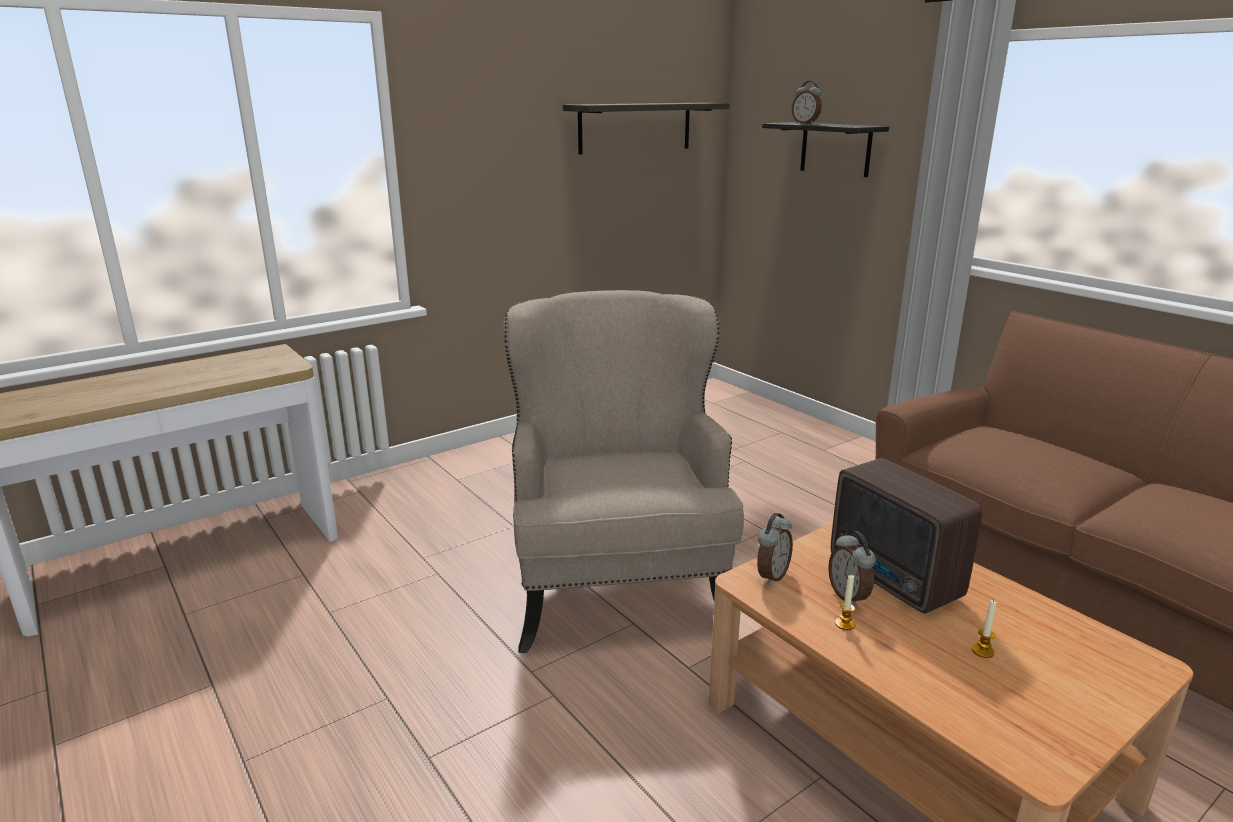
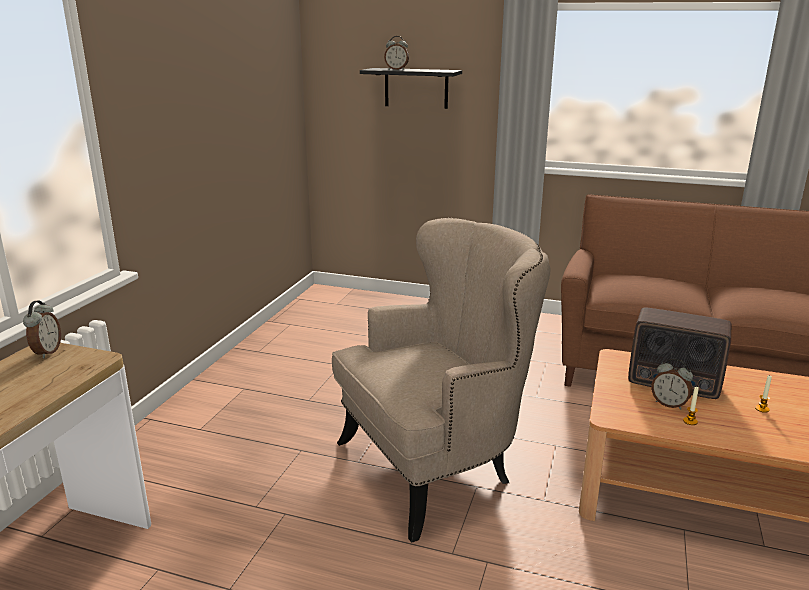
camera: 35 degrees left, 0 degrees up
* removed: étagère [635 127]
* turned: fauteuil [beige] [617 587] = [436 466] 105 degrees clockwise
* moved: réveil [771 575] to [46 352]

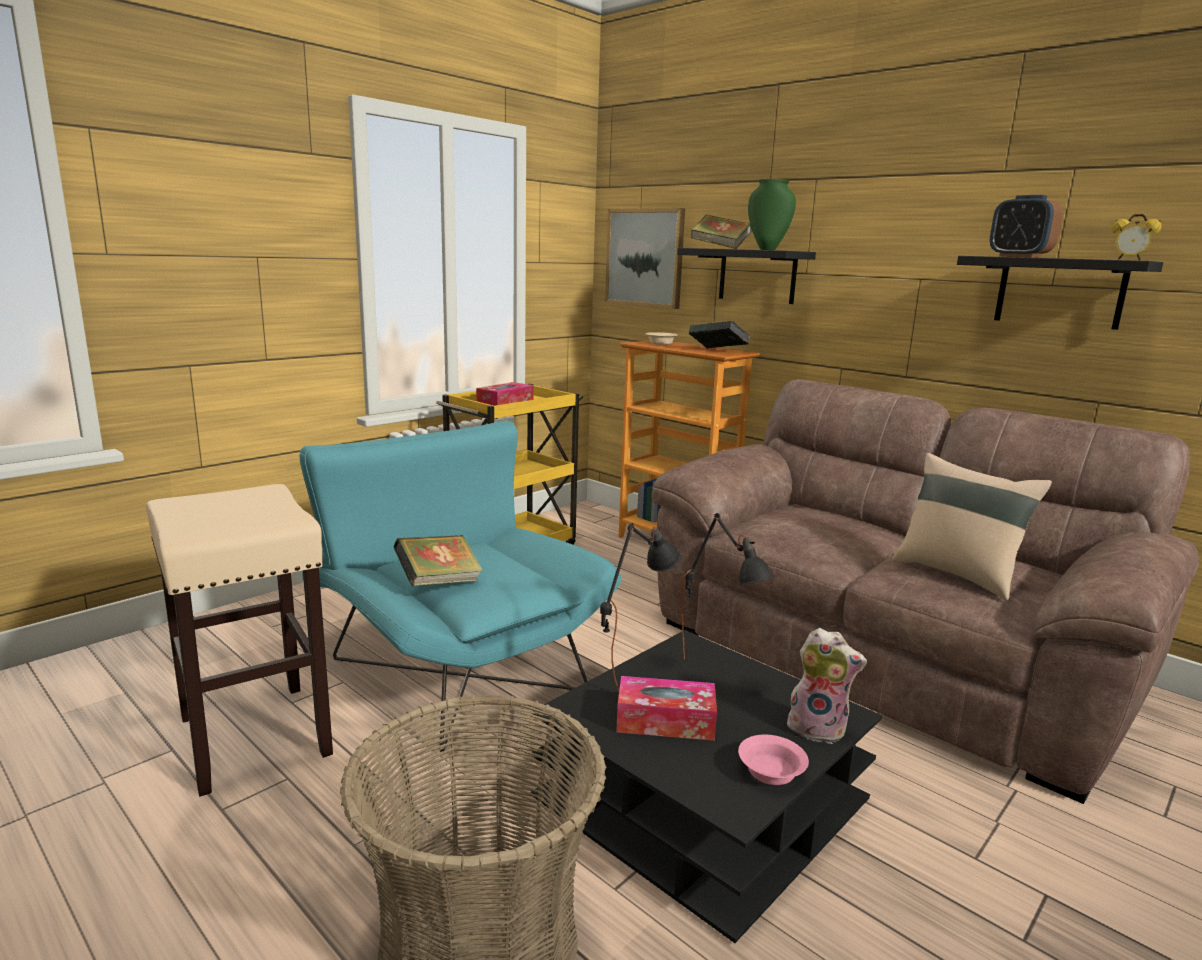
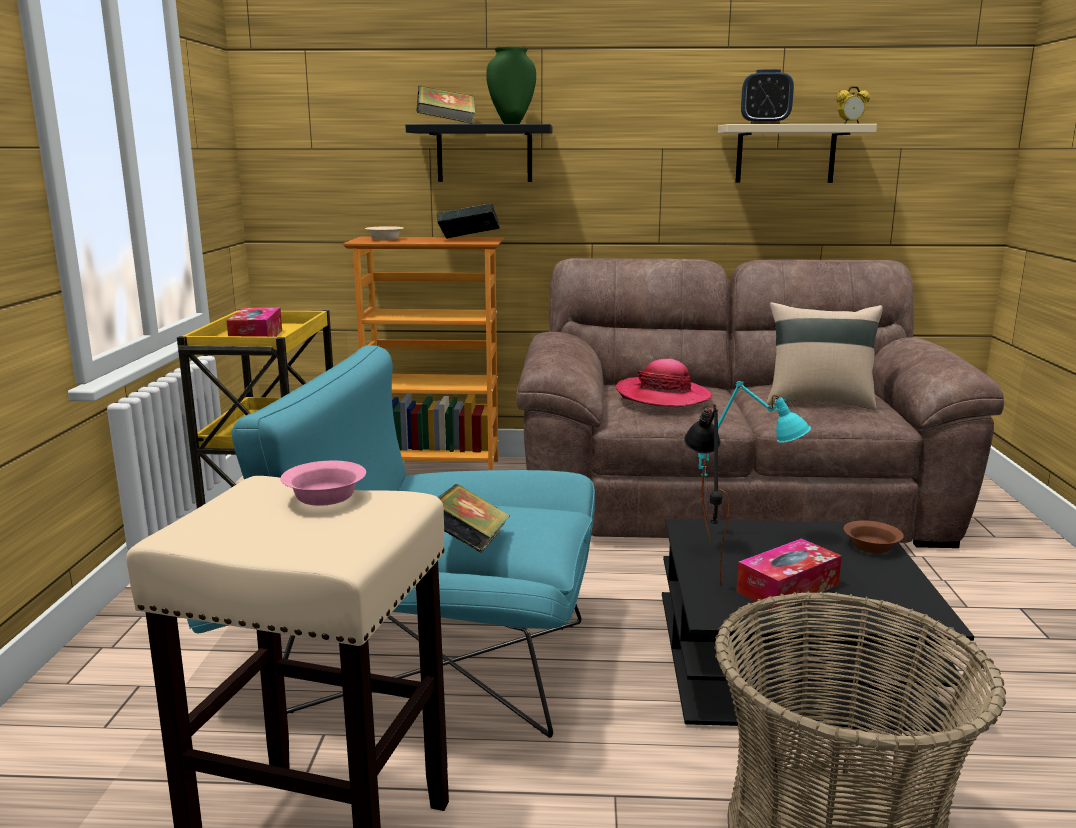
camera: 40 degrees left, 0 degrees up
* removed: tableau [645 258]
* recoloured: étagère [noir] [1059 292] to étagère [beige] [785 154]
* recoloured: lampe de table [noir] [718 670] to lampe de table [turquoise] [746 537]
* replaced: peluche [818 728] to bol [marron] [871 547]
* moved: bol [rose] [772 772] to [327 497]
* added: chapeau [663 396]

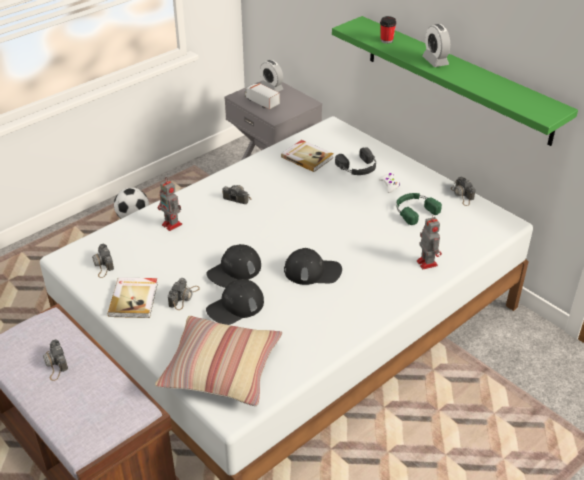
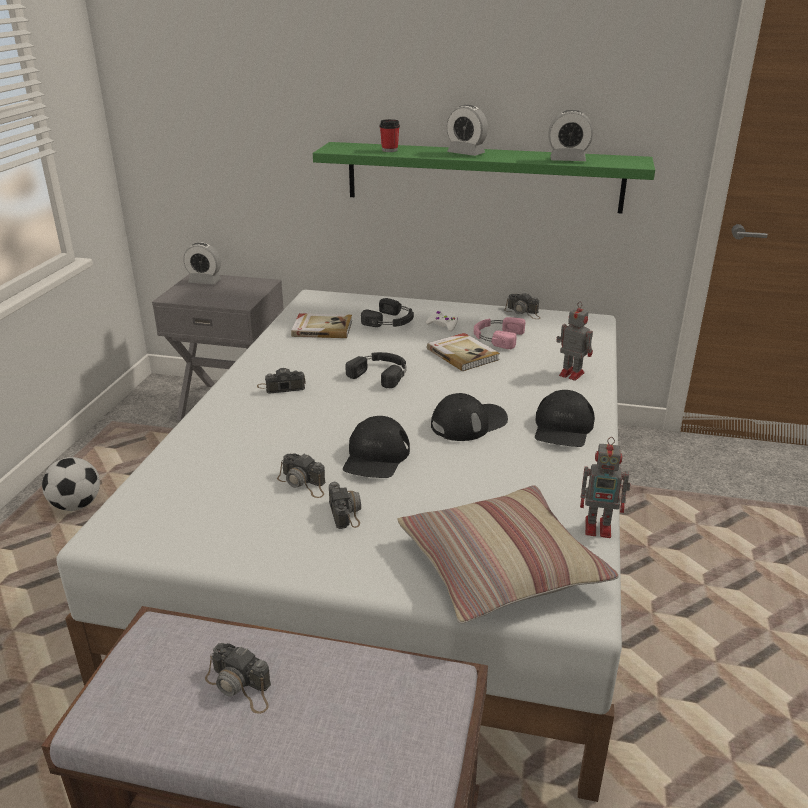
camera: 35 degrees left, 10 degrees down
* removed: camion jouet [261 102]
* moved: robot jouet [172 225] to [600 527]
* recoloured: casque audio [vert] [414 210] to casque audio [rose] [496 337]
* moved: appareil photo [103 265] to [303 483]
* moved: livre [134 299] to [463 354]
* moved: casquette [noir] [235 306] to [562 428]
* added: réveil [567 160]
* added: casque audio [noir] [381 373]

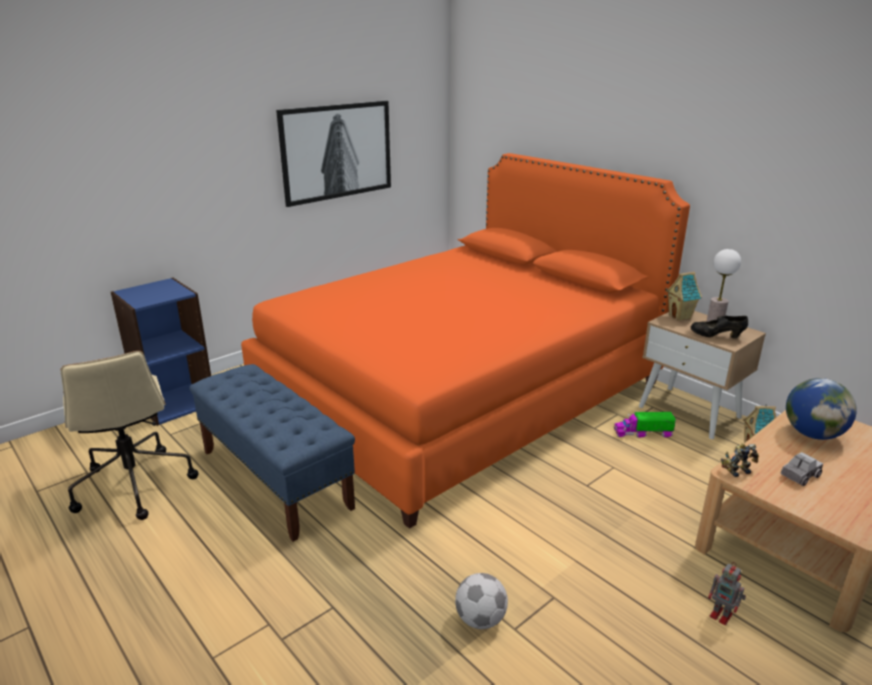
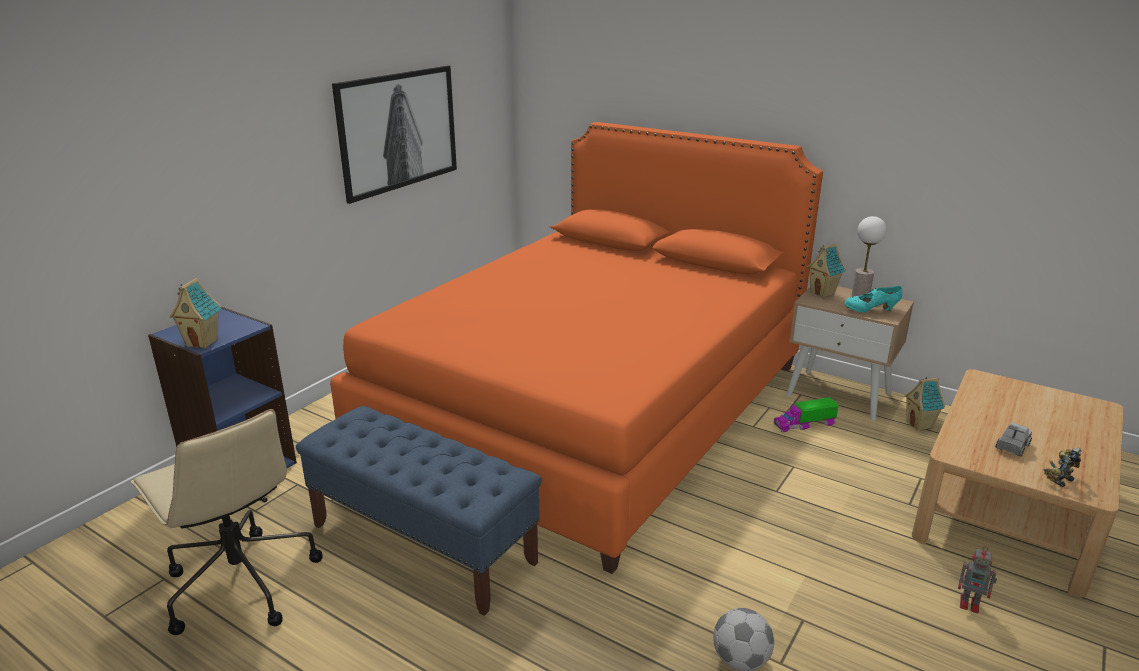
camera: 15 degrees left, 0 degrees up
* recoloured: chaussure [noir] [716 336] to chaussure [turquoise] [870 311]
* removed: globe [812 434]
* moved: robot jouet [736 470] to [1058 479]
* added: maison miniature [203 342]

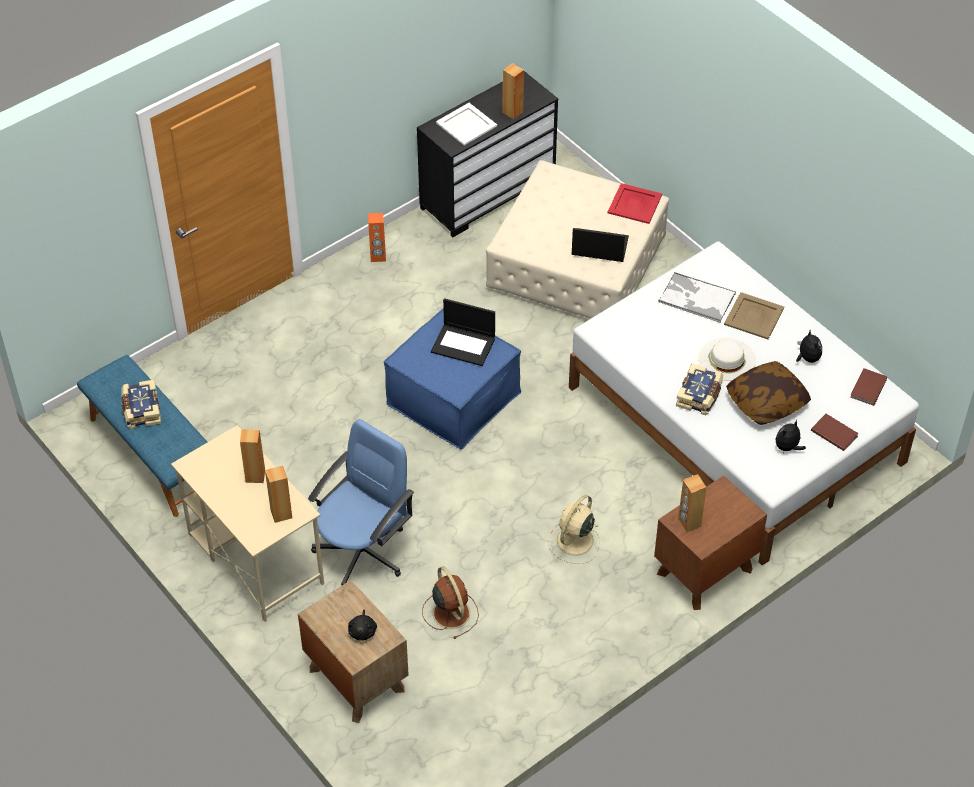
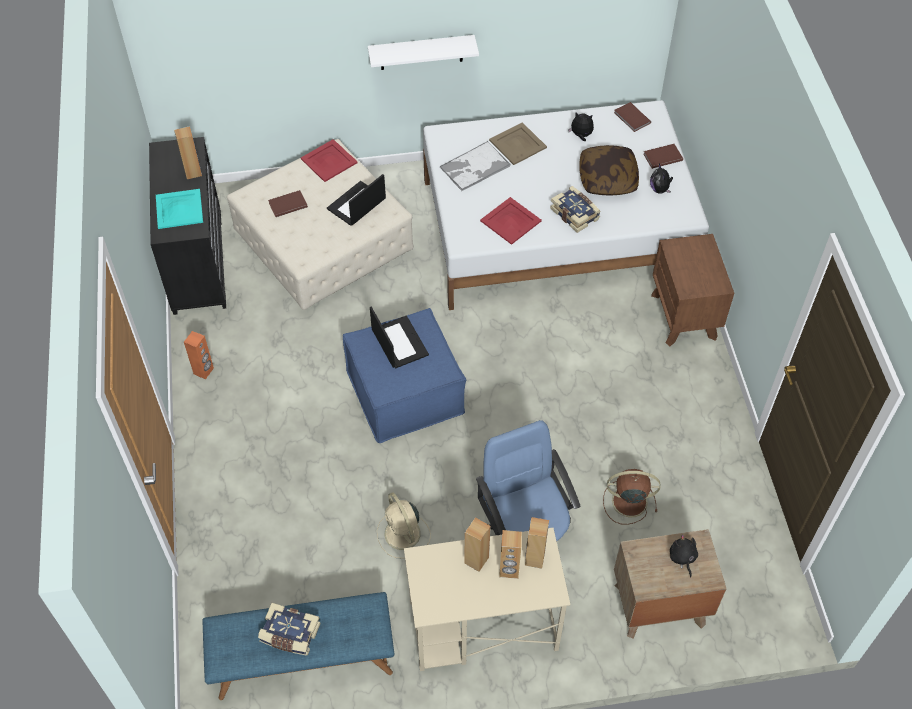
camera: 60 degrees left, 5 degrees up
* recoloured: plateau [blanc] [466 124] to plateau [turquoise] [179 209]
* turned: ordinateur portable [464 345] = [399 342] 75 degrees counterclockwise
* removed: chapeau [blanc] [726 359]
* moved: enceinte [marron] [689 523] to [509 570]
* moved: ventilateur [beige] [574 542] to [403 535]
* turned: peluche [noir] [363 631] = [682 558] 135 degrees counterclockwise
* added: étagère [blanc] [421 52]
* added: livre [marron] [287 204]
* added: plateau [rouge] [510 221]

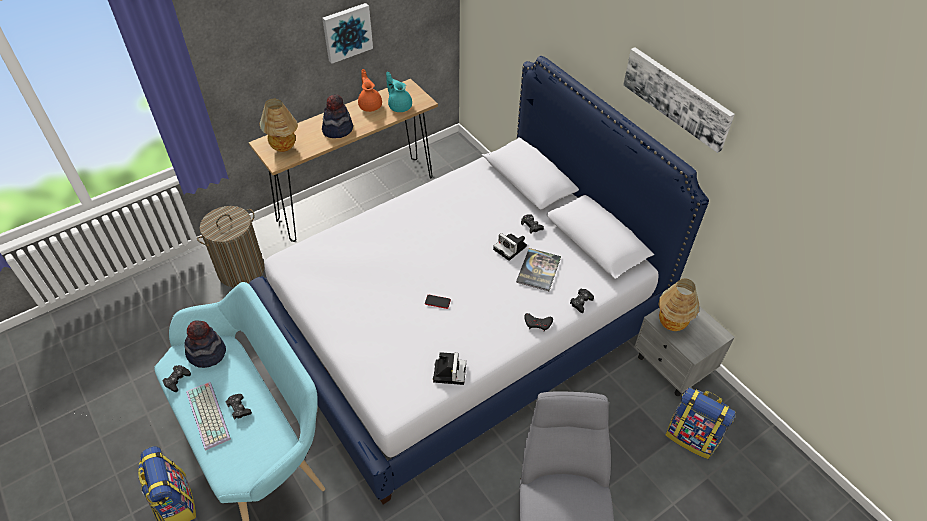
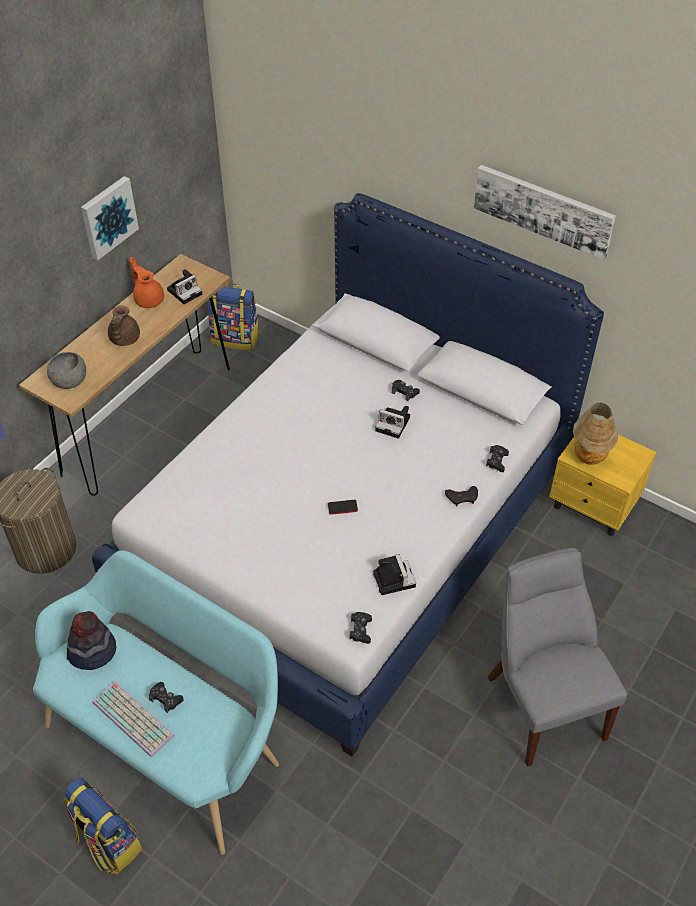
camera: 20 degrees left, 0 degrees up
* replaced: théière [turquoise] [399 106] to appareil photo [185 291]
* replaced: chapeau [337 129] to théière [marron] [124 339]
* replaced: lampe de table [284 149] to bol [gris] [70 381]
* removed: livre [538 270]
* recoloured: table de chevet [gris] [673 366] to table de chevet [jaune] [594 506]
* moved: manette [noir] [177 380] to [360 630]
* moved: sac à dos [692 437] to [236 338]

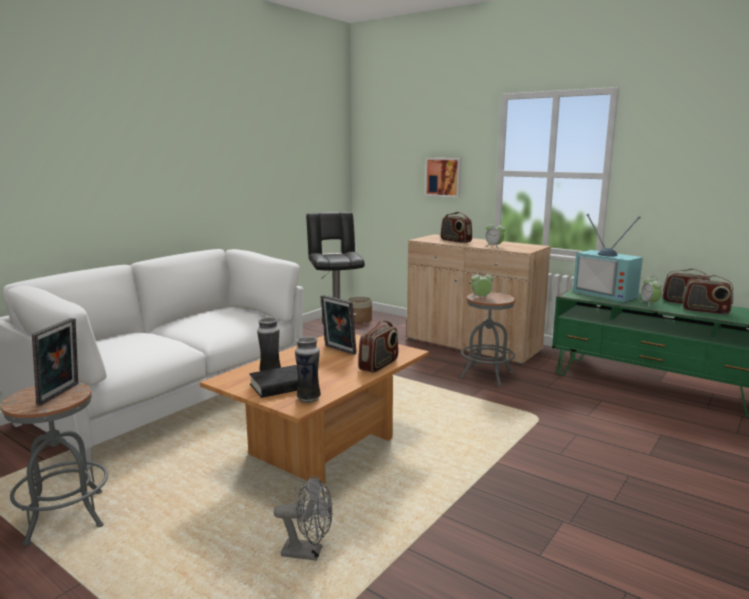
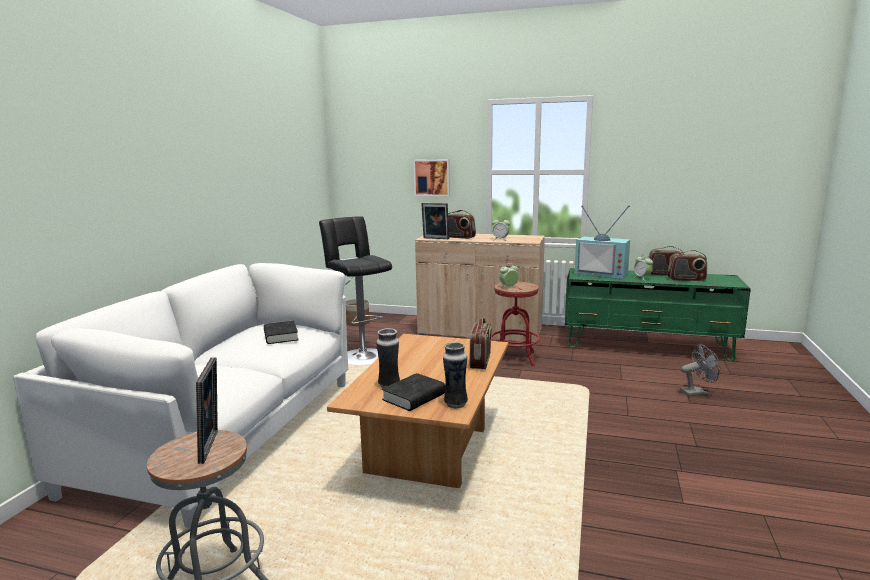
camera: 20 degrees left, 0 degrees up
* recoloured: tabouret [gris] [486 375] to tabouret [rouge] [514 357]
* moved: cadre photo [338 350] to [435 238]
* moved: ventilateur [gris] [308 553] to [697 392]
* added: livre [noir] [281 336]

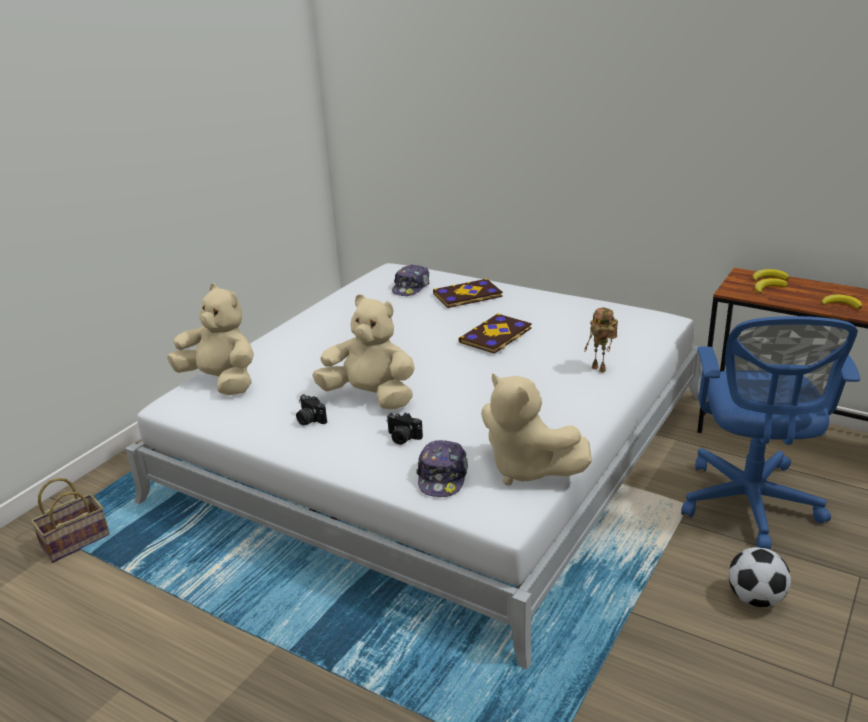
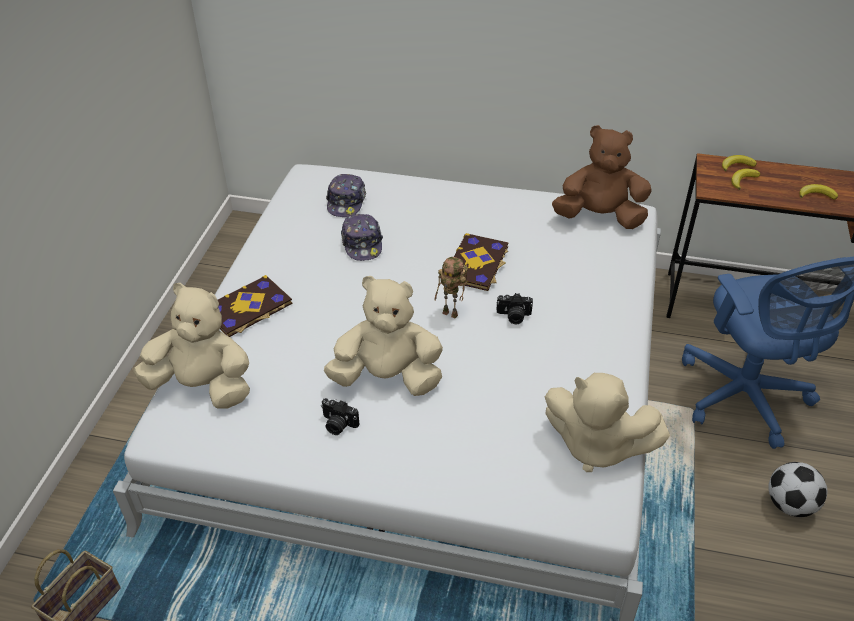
camera: 20 degrees left, 15 degrees up
* moved: livre [468 296] to [248 308]
* moved: robot jouet [600 369] to [452 313]
* moved: appareil photo [402 438] to [513 316]
* moved: casquette [442 477] to [362 243]
* added: peluche [marron] [599 217]

